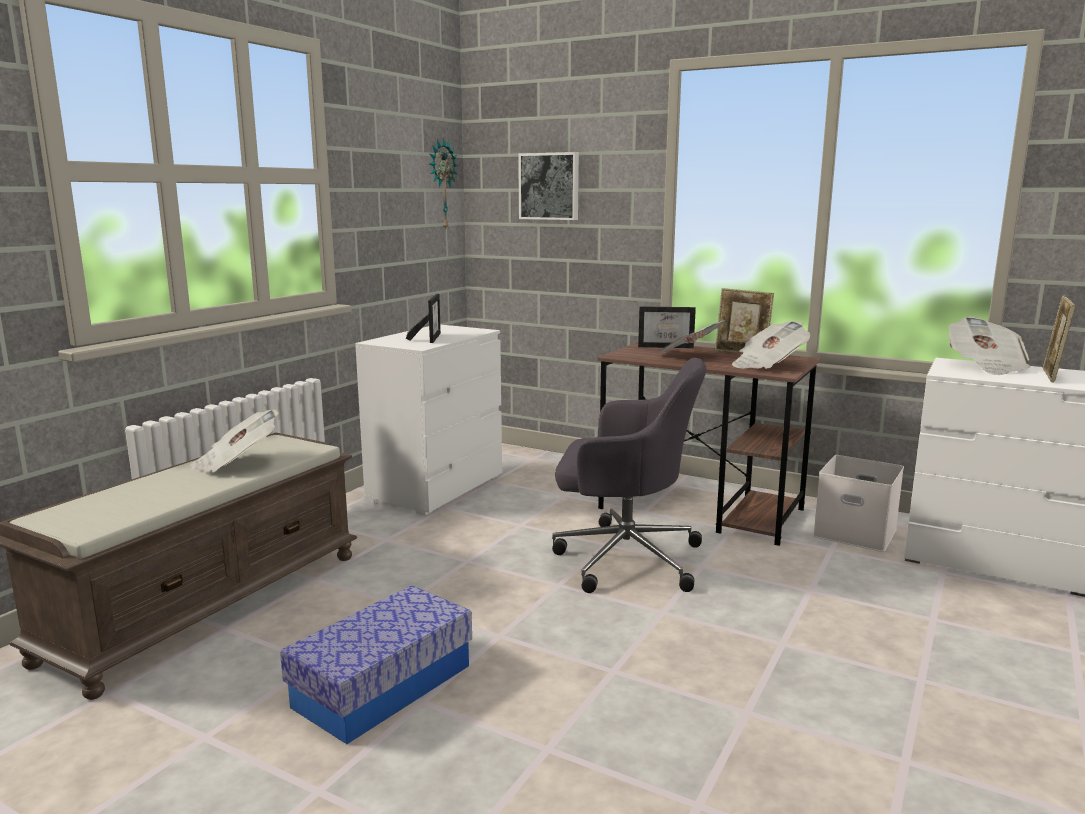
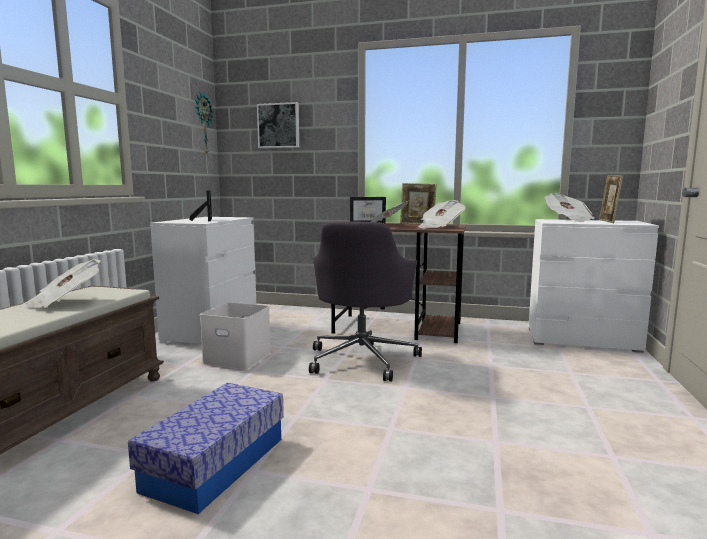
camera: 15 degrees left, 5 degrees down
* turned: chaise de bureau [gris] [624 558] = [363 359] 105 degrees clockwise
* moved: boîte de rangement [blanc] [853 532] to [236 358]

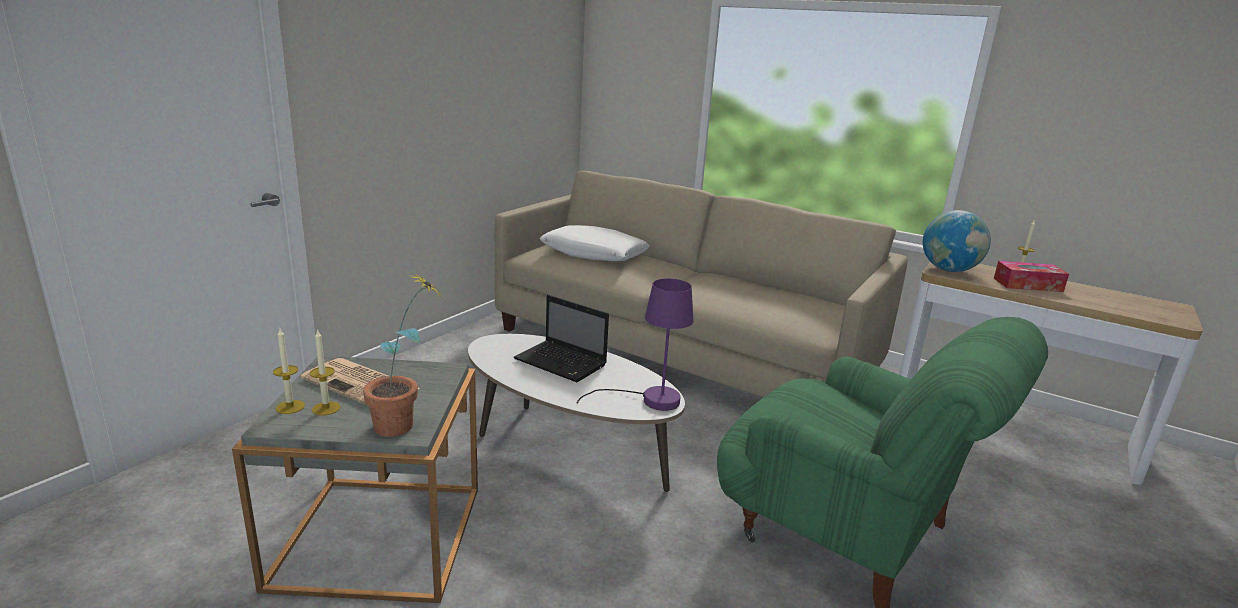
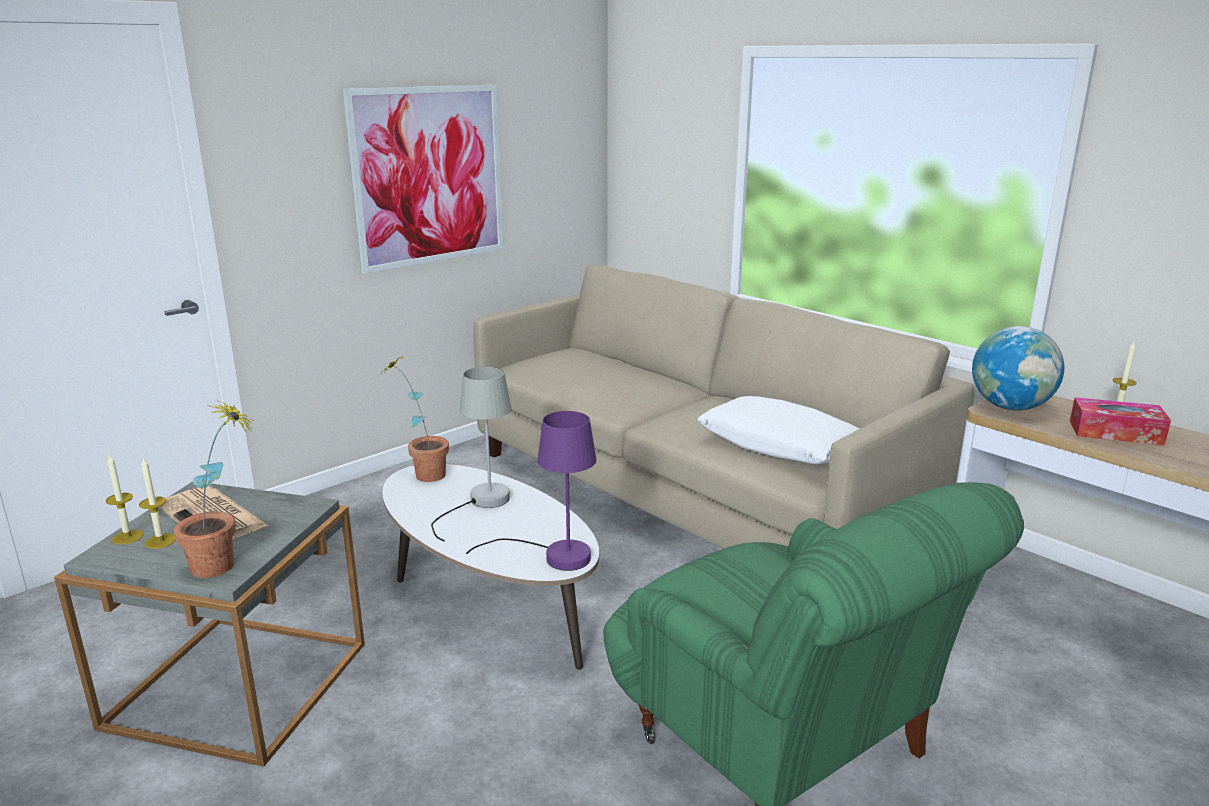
camera: 15 degrees right, 0 degrees up
* moved: coussin [blanc] [594 254] to [779 445]
* replaced: ordinateur portable [562 363] to lampe de table [gris] [481 503]
* added: tableau [429 176]
* added: plante en pot [422 474]

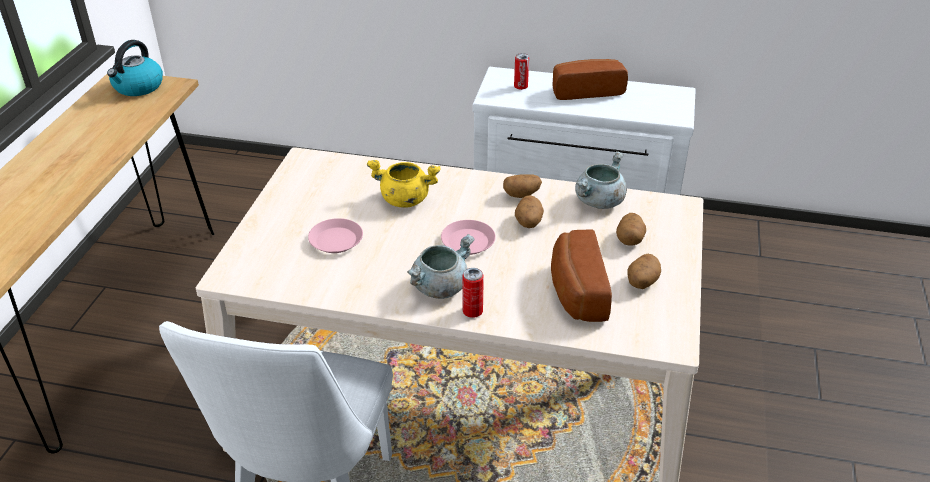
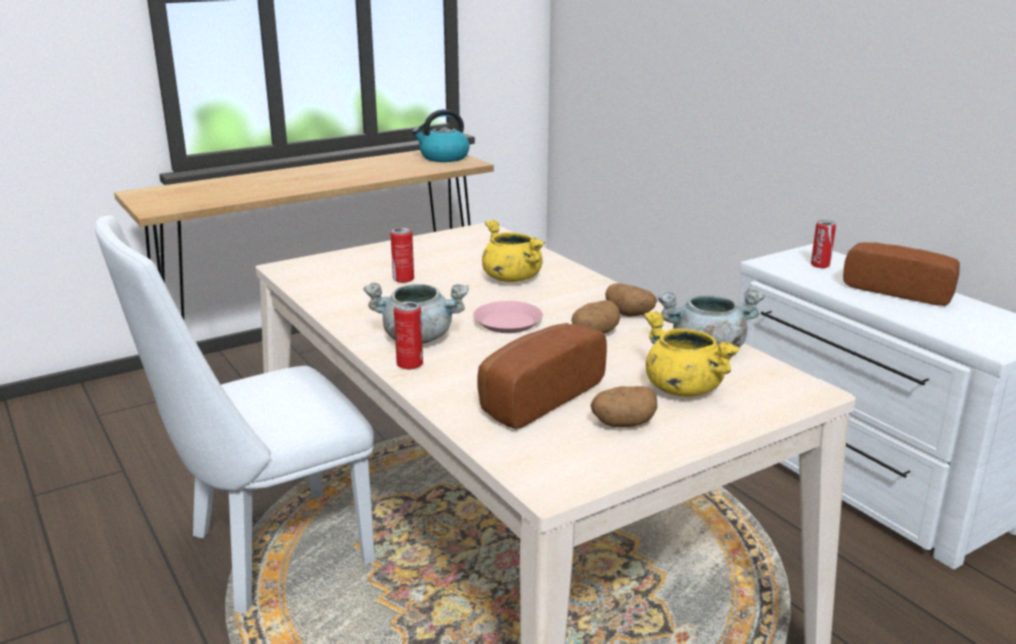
camera: 45 degrees right, 15 degrees down
* replaced: pomme de terre [629 239] to marmite [jaune] [682 388]
* replaced: assiette [rose] [336 240] to boîte métallique [403 279]

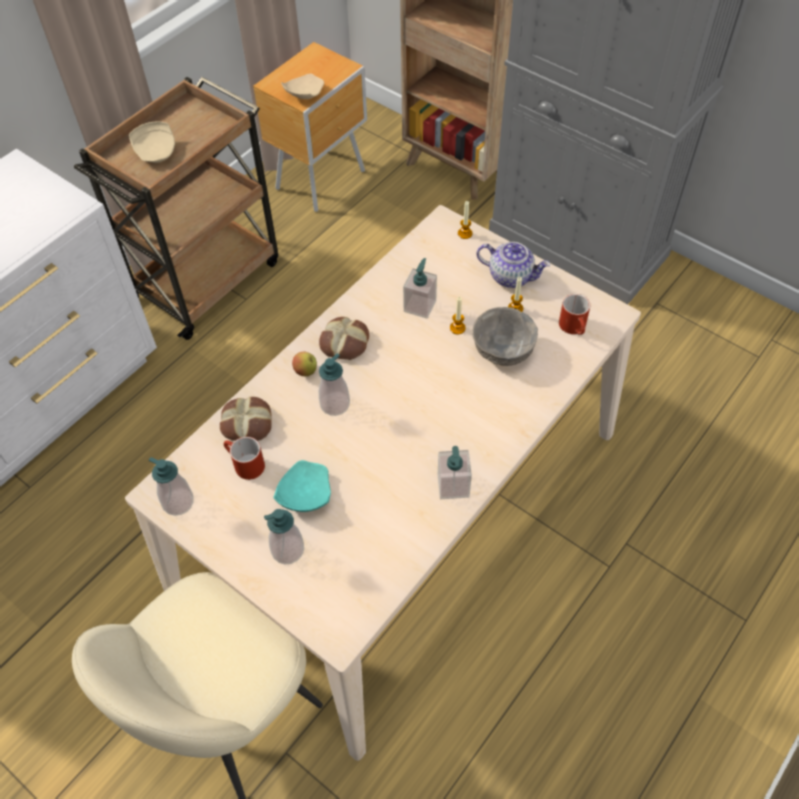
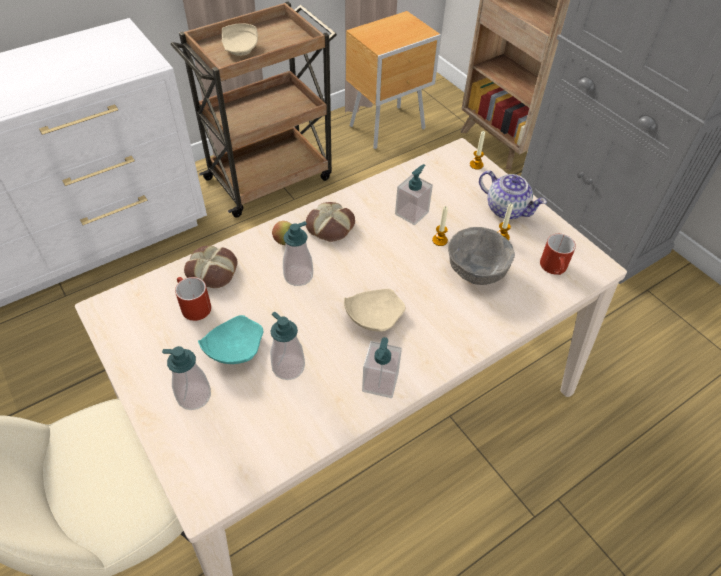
camera: 15 degrees right, 5 degrees down
* moved: assiette [beige] [303 94] to [373 316]
* moved: distributeur de savon [178 502] to [288 367]

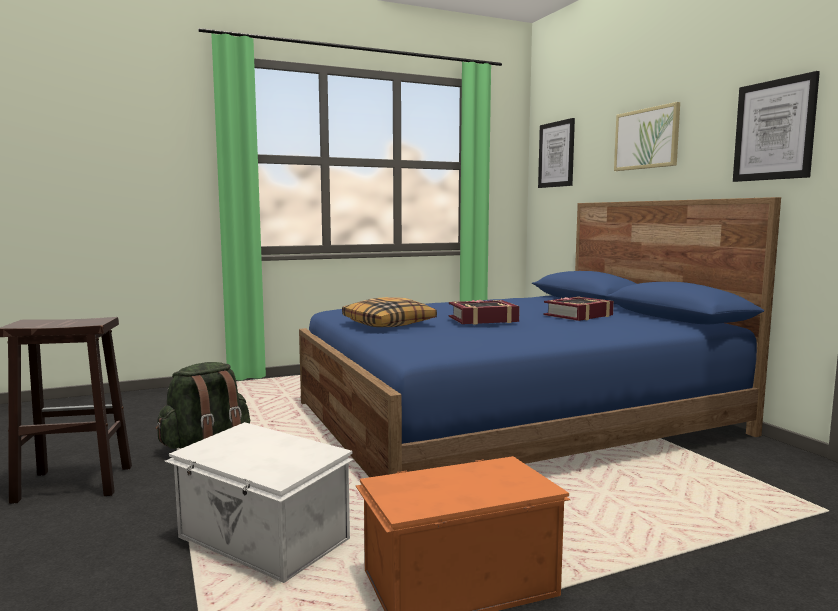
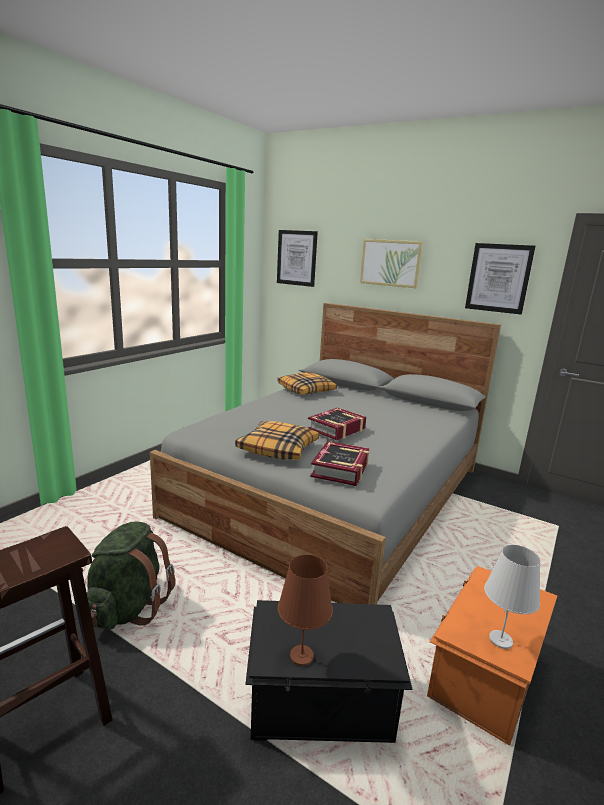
camera: 35 degrees left, 10 degrees up
* recoloured: lit [bleu] [514 419] to lit [gris] [336 491]
* moved: livre [578 315] to [341 469]
* recoloured: boîte de rangement [blanc] [262 540] to boîte de rangement [noir] [322 703]
* added: coussin [306 390]
* added: lampe de table [blanc] [501 639]
* added: lampe de table [marron] [301 656]

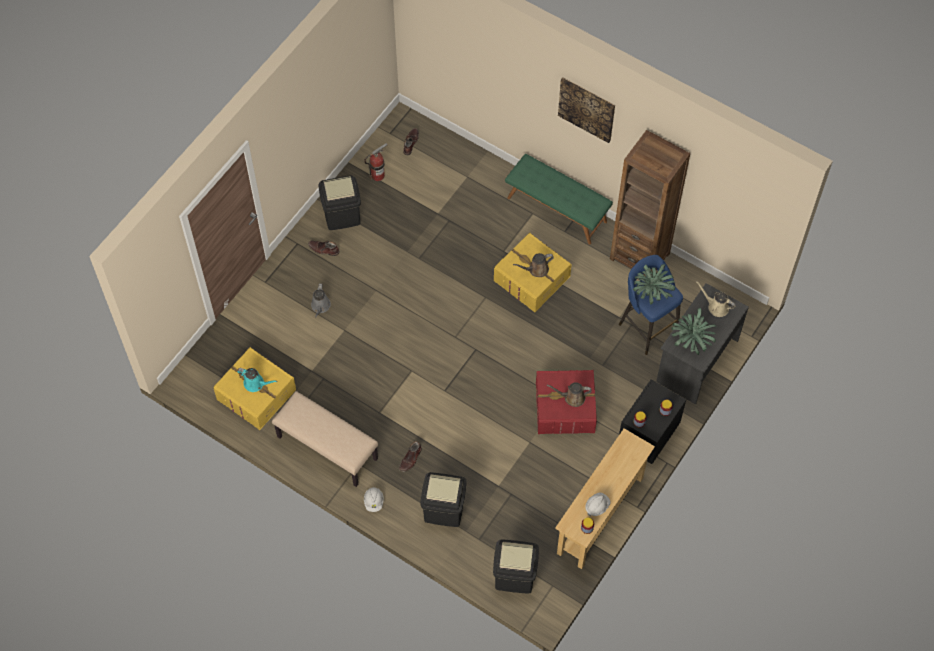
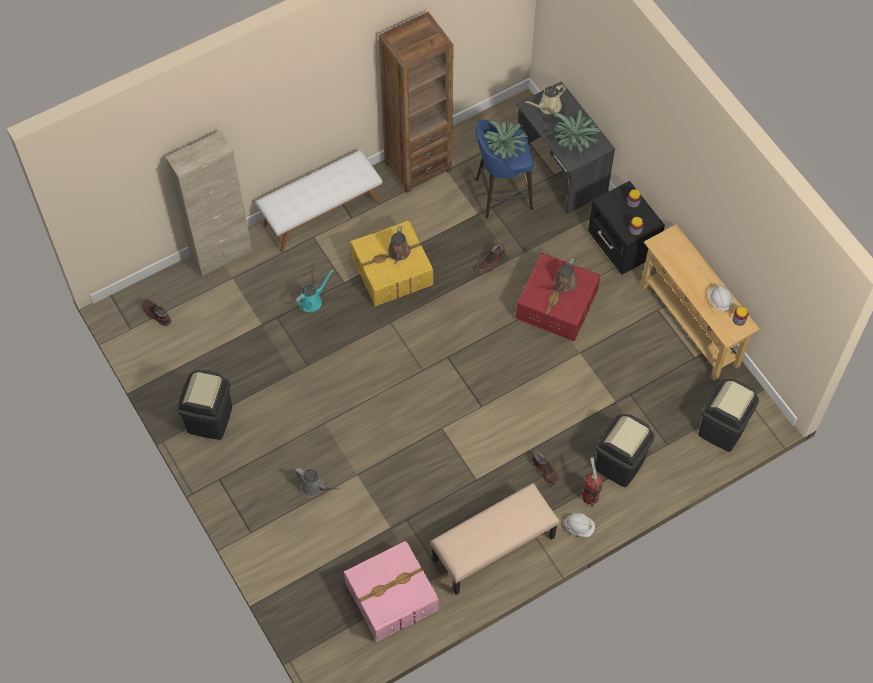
camera: 65 degrees left, 0 degrees up
* removed: tableau [586 109]
* moved: extincteur [377 175] to [590 496]
* recoloured: banc [vert] [557 209] to banc [blanc] [321 213]
* moved: botte [marron] [323 249] to [491 262]
* recoloured: boîte de rangement [jaune] [256 394] to boîte de rangement [rose] [391 597]
* moved: arrosoir [turquoise] [256 383] to [312 300]
* added: meuble de rangement [beige] [221 255]

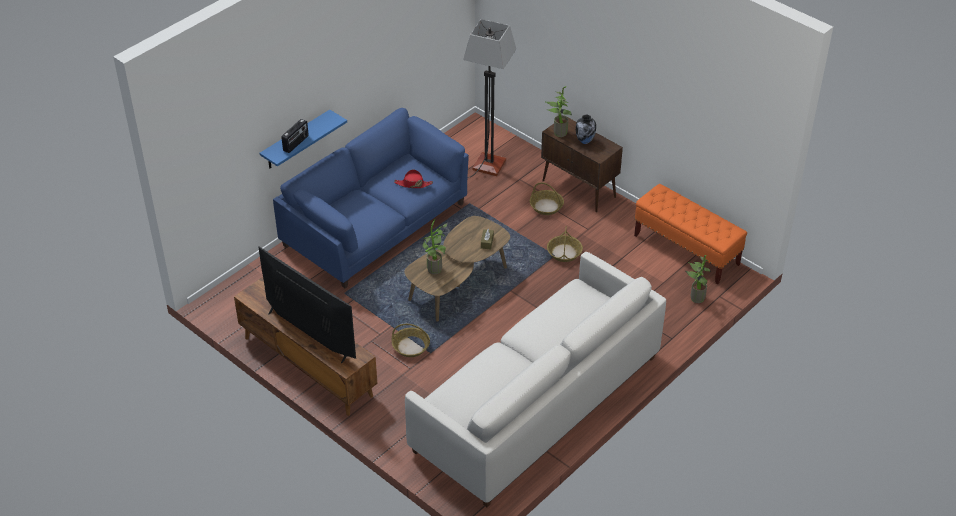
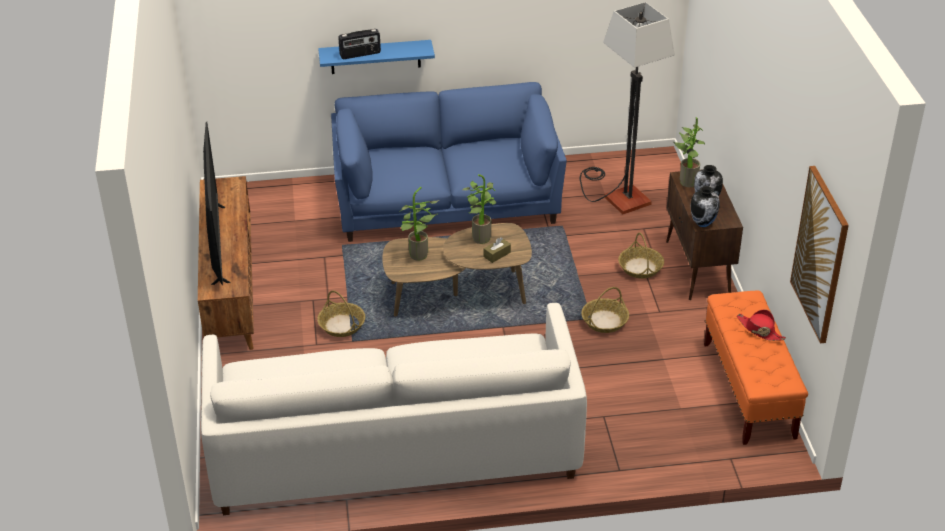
camera: 40 degrees right, 5 degrees down
* moved: chapeau [rouge] [413 184] to [760 330]
* moved: plante en pot [695 297] to [480 237]
* added: tableau [820 254]
* added: vase [703 223]

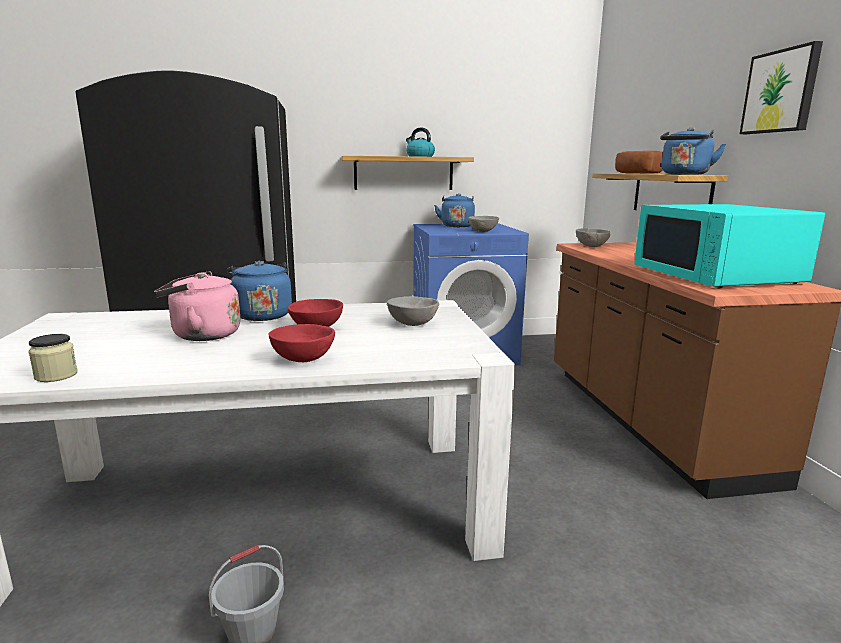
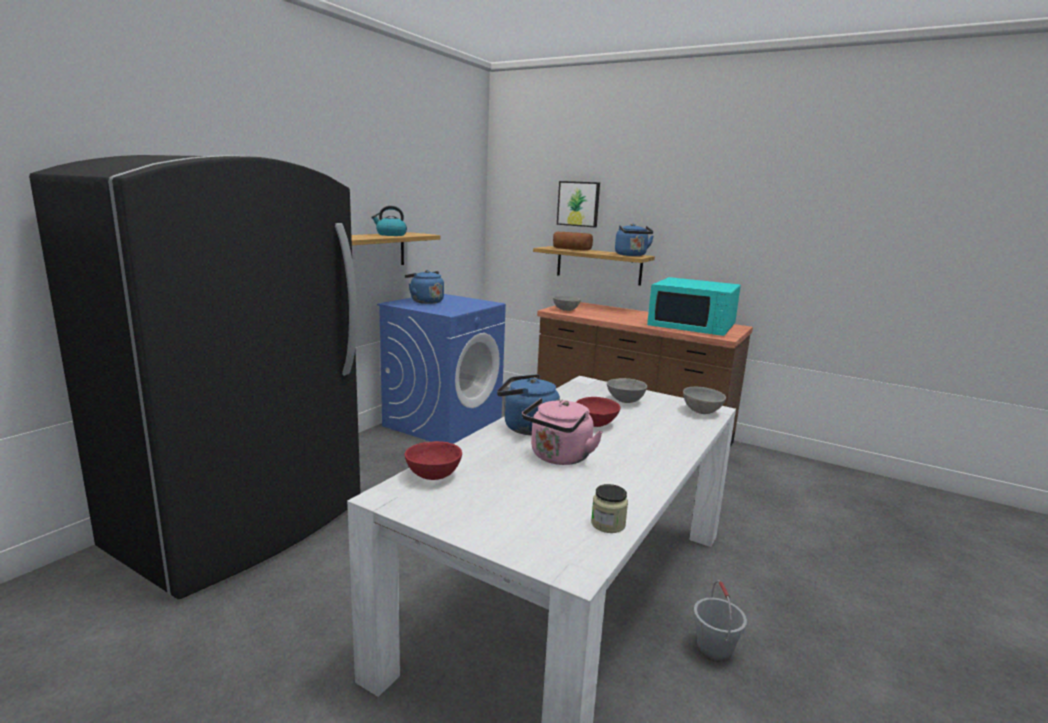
camera: 50 degrees left, 0 degrees up
* moved: tableau [781 91] to [578 204]
* moved: bol [gris] [483 231] to [702 411]
* moved: bol [rouge] [303 359] to [432 476]

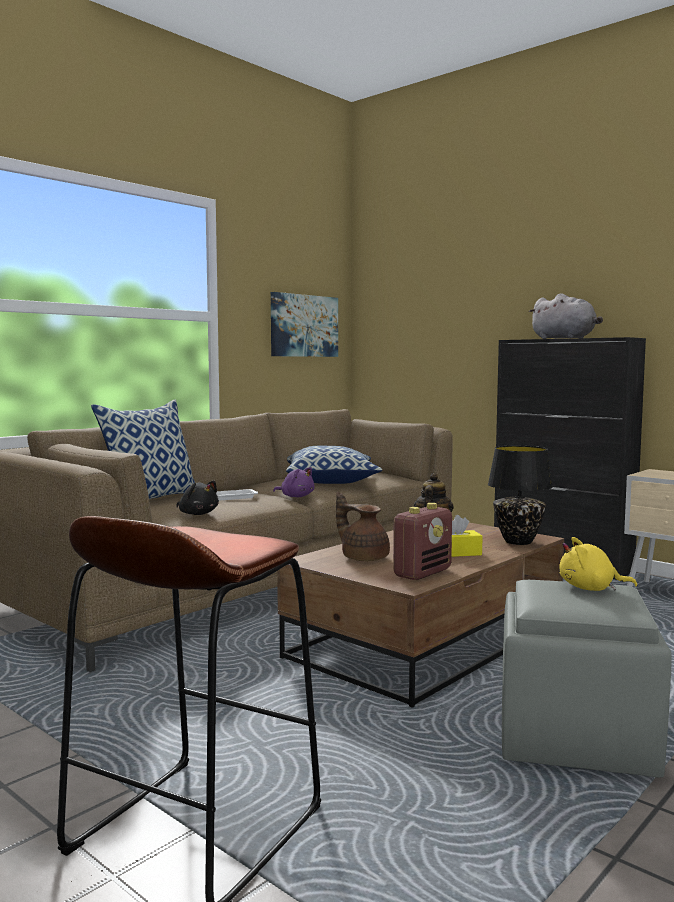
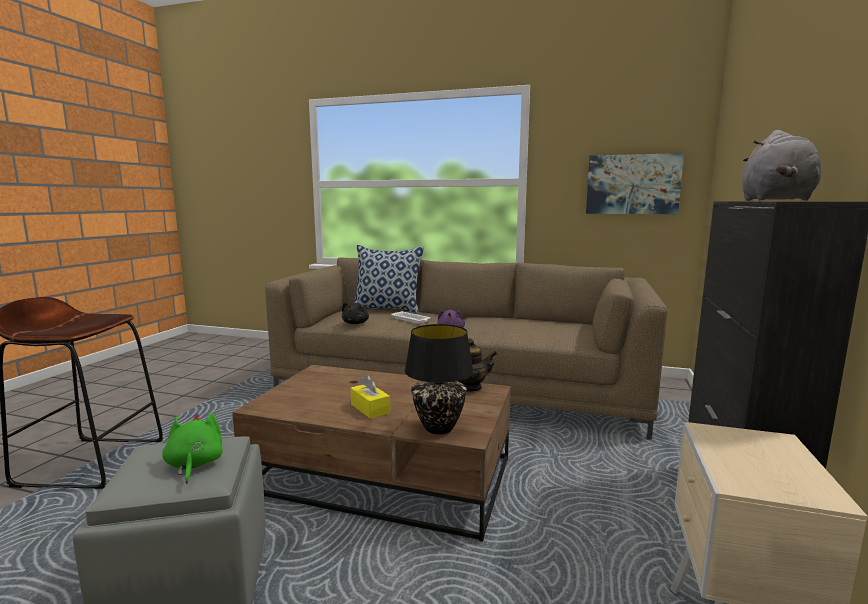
camera: 65 degrees right, 5 degrees up
* removed: coussin [331 481]
* removed: théière [marron] [363 558]
* removed: radio [422 573]
* recoloured: peluche [jaune] [590 589] to peluche [vert] [194 465]

